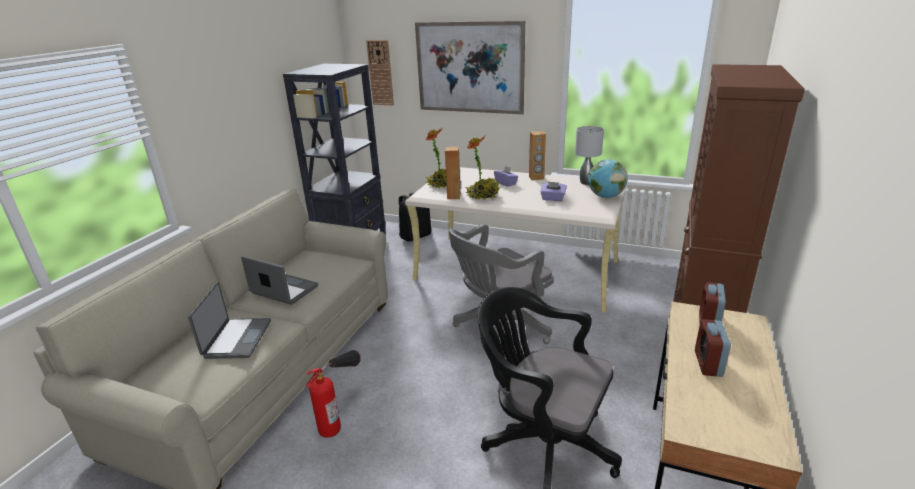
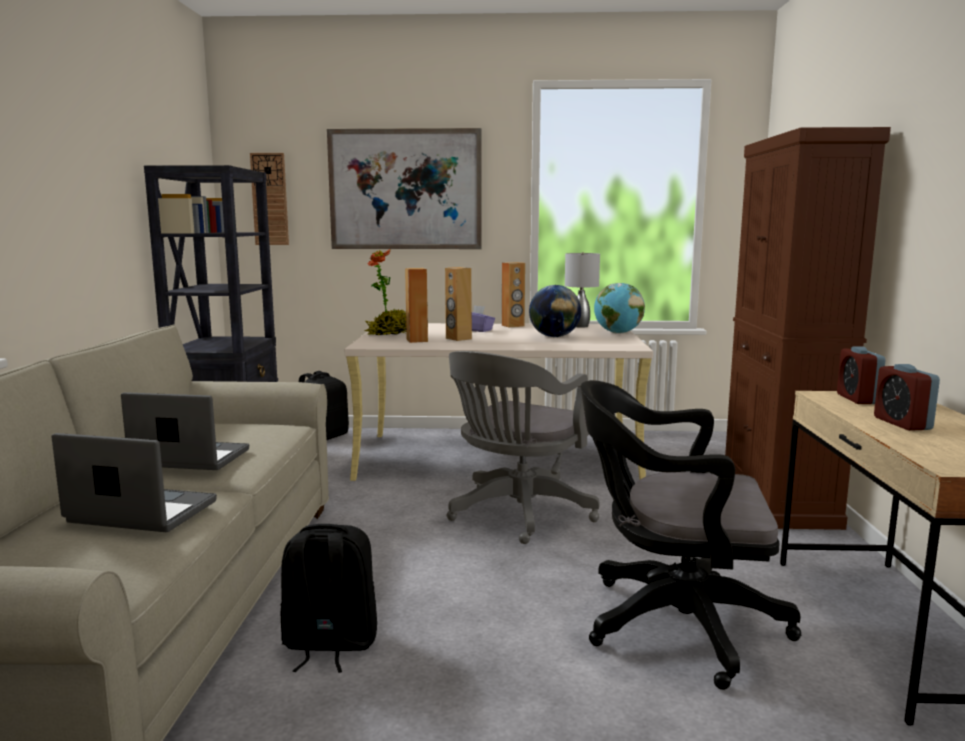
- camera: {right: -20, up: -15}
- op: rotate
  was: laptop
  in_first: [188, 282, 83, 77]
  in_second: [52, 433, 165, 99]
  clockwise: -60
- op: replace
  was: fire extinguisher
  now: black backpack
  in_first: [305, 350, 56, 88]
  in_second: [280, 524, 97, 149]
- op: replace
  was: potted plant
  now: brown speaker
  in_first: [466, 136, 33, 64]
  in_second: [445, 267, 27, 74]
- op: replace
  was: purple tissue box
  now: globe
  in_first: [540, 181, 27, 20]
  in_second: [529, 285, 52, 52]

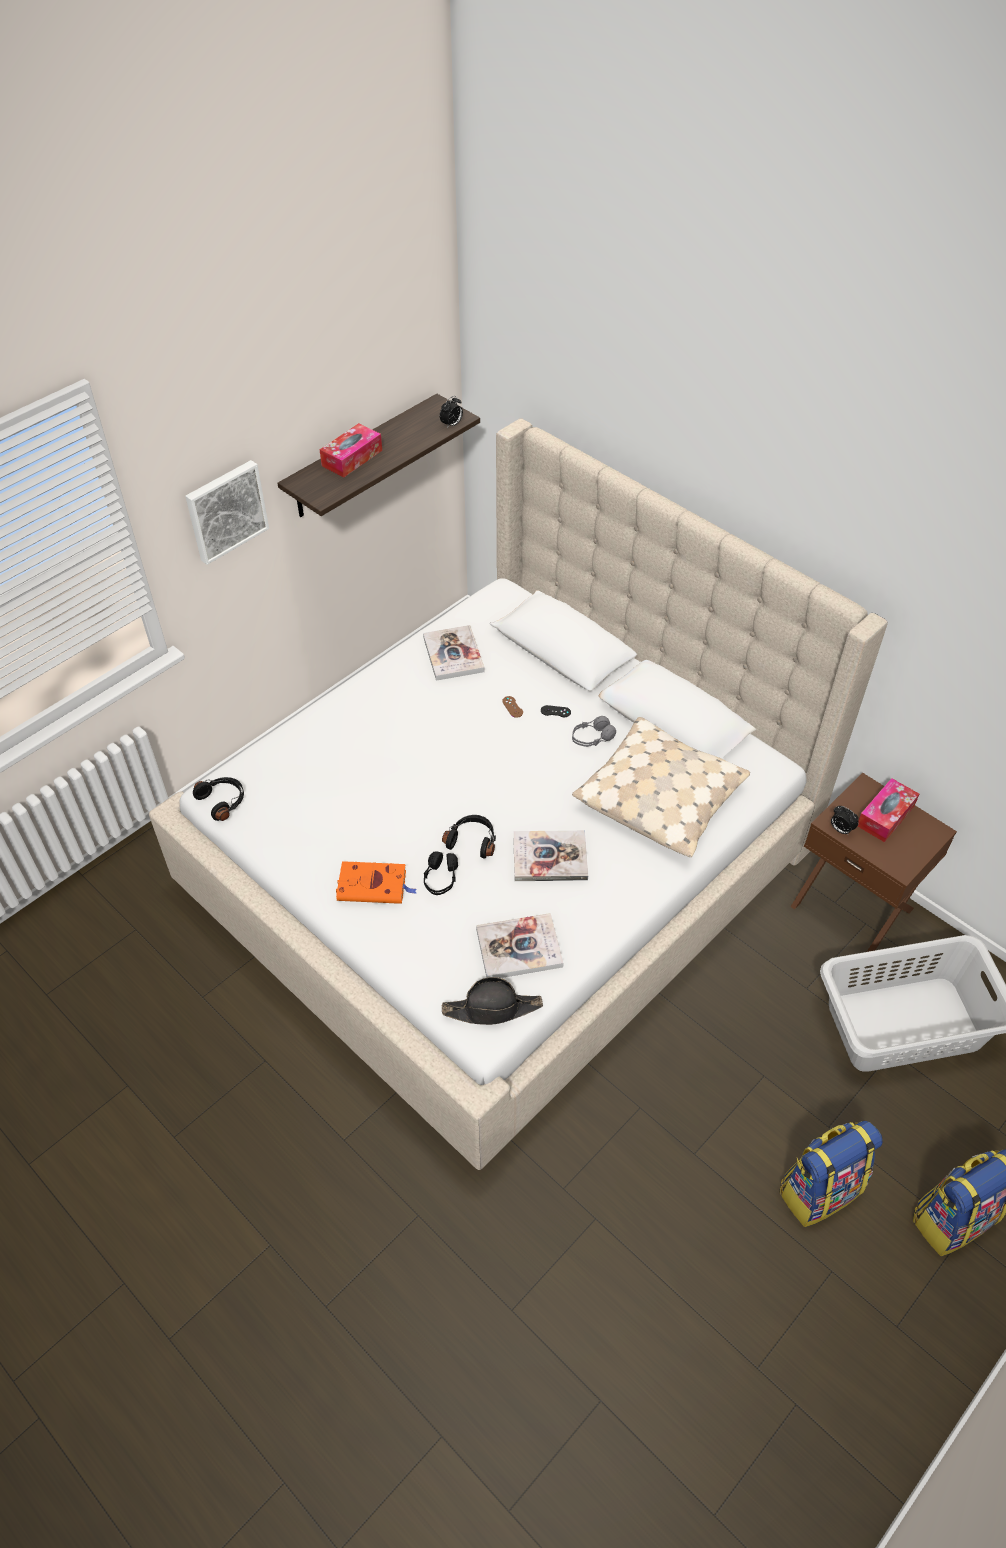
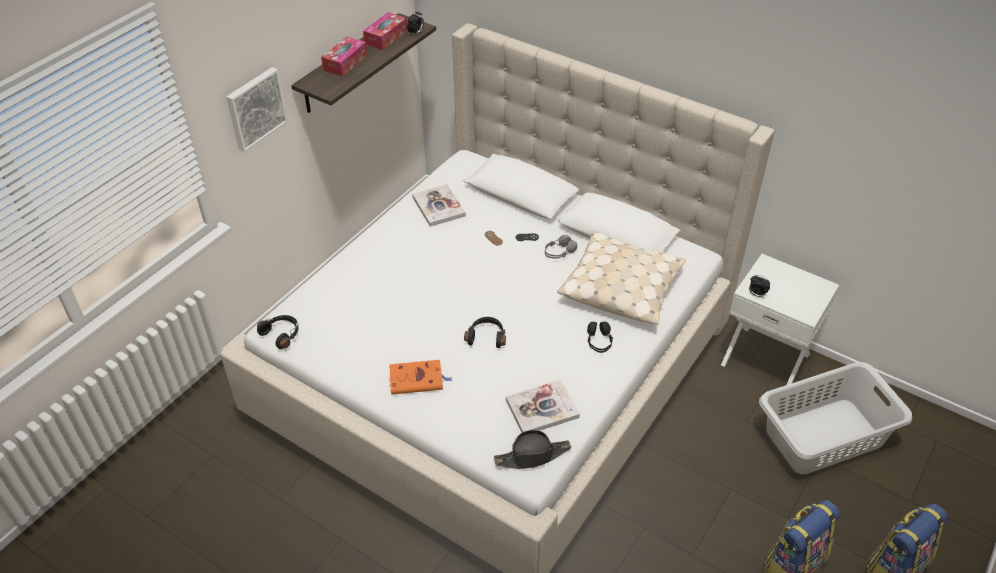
- camera: {right: -10, up: -5}
- op: move
  was: tissue box
  in_first: [858, 778, 61, 64]
  in_second: [363, 12, 45, 38]
- op: move
  was: black headphones
  in_first: [424, 851, 34, 44]
  in_second: [587, 322, 26, 31]
- op: recolor
  was: brown nightstand
  now: white nightstand
  in_first: [791, 773, 166, 179]
  in_second: [721, 254, 118, 131]
- op: delete
  was: book
  in_first: [513, 830, 75, 51]

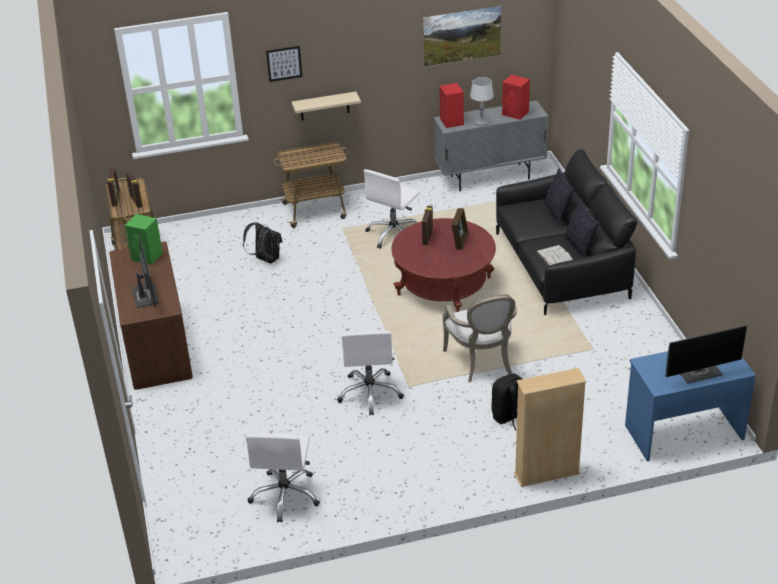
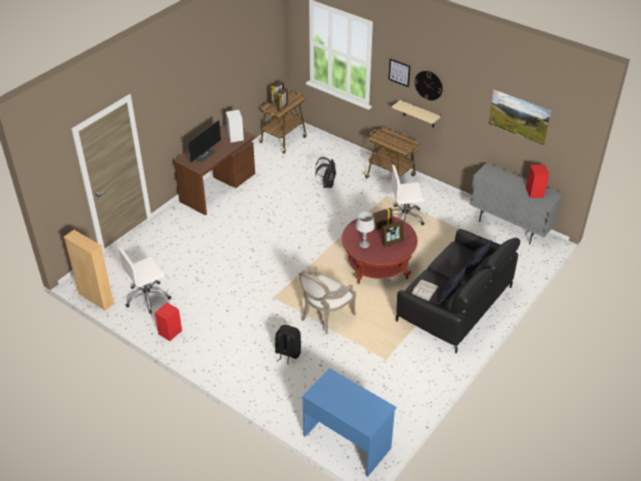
- camera: {right: 50, up: 5}
- op: move
  was: beige bookcase
  in_first: [514, 368, 73, 119]
  in_second: [64, 230, 51, 81]
- op: move
  was: red speaker
  in_first: [439, 83, 25, 45]
  in_second: [155, 303, 27, 38]
- op: recolor
  was: green speaker
  now: white speaker
  in_first: [125, 214, 38, 51]
  in_second: [226, 110, 18, 33]
- op: move
  was: grey table lamp
  in_first: [470, 77, 24, 49]
  in_second: [355, 211, 20, 37]
- op: insert
  now: wall clock
  in_second: [414, 71, 29, 29]
- op: delete
  was: white office chair
  in_first: [337, 331, 67, 85]
- op: delete
  was: monitor
  in_first: [665, 325, 82, 58]

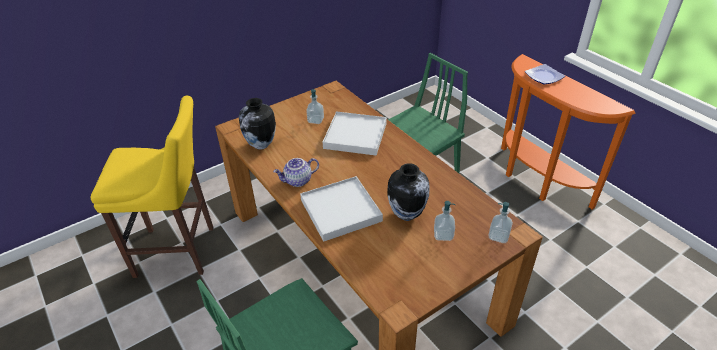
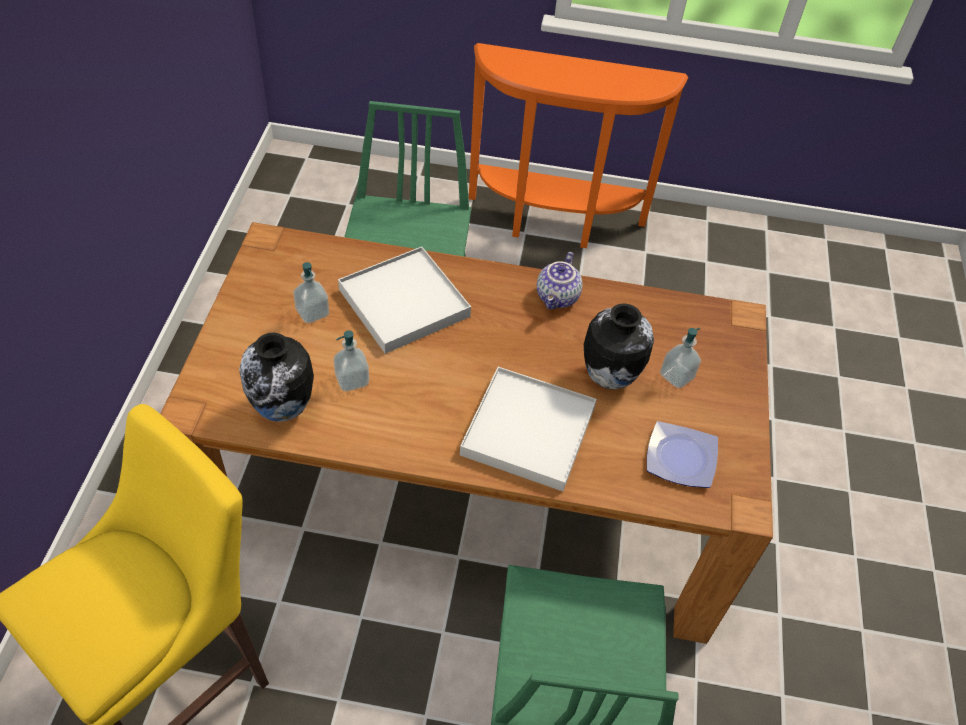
- camera: {right: -50, up: 10}
- op: move
  was: soap dispenser
  in_first: [488, 202, 25, 41]
  in_second: [333, 330, 36, 62]
- op: move
  was: teapot
  in_first: [273, 158, 46, 29]
  in_second: [537, 252, 46, 57]
- op: move
  was: plate
  in_first: [525, 64, 40, 20]
  in_second: [647, 421, 71, 67]

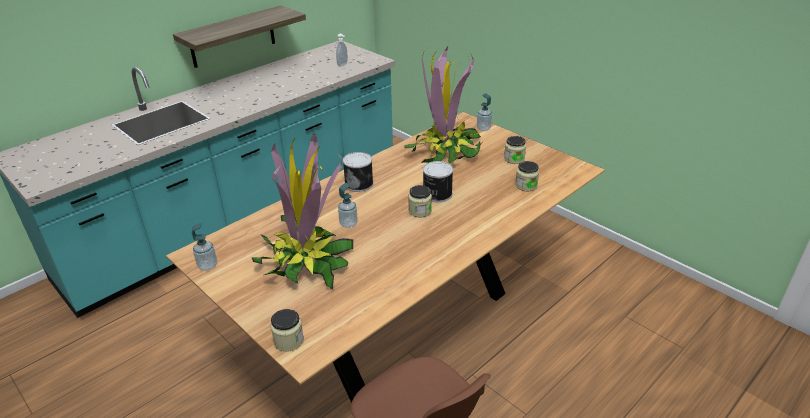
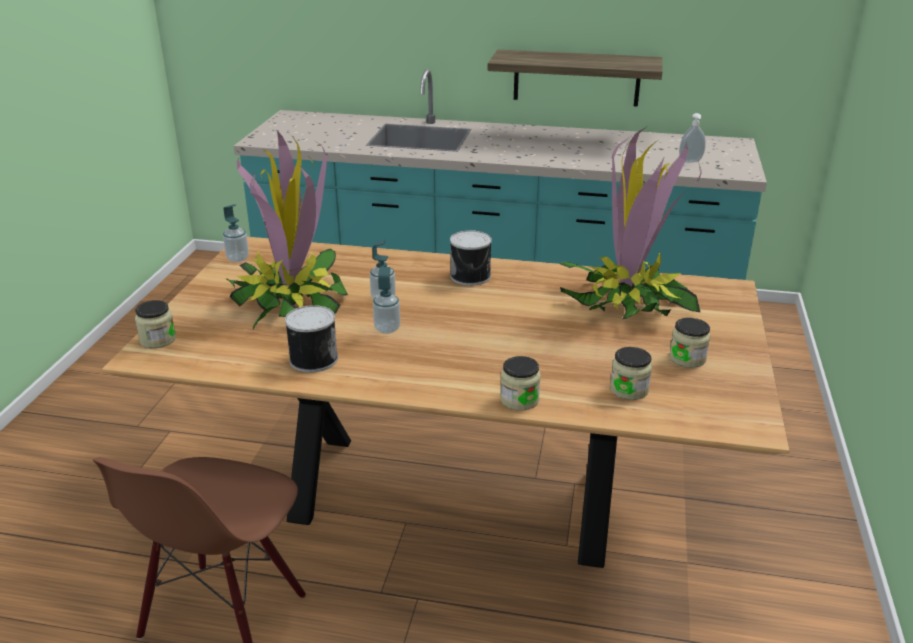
- camera: {right: 55, up: -5}
- op: move
  was: can
  in_first: [423, 161, 30, 41]
  in_second: [285, 305, 53, 68]
- op: move
  was: soap dispenser
  in_first: [477, 93, 15, 38]
  in_second: [373, 267, 27, 67]
- op: move
  was: jar
  in_first: [408, 185, 24, 32]
  in_second: [500, 356, 41, 55]

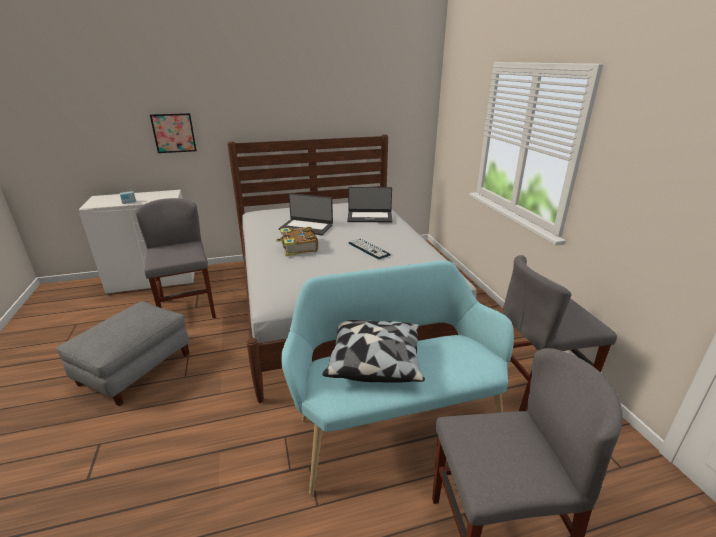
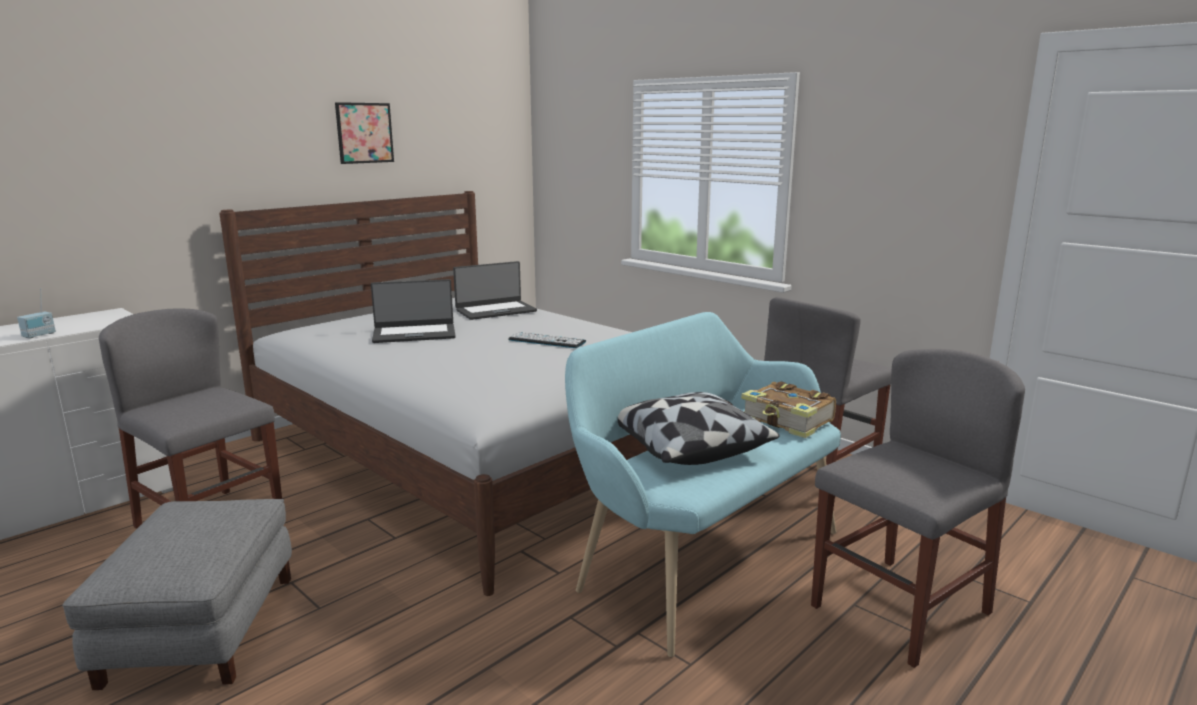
- camera: {right: -30, up: -10}
- op: move
  was: picture
  in_first: [150, 113, 47, 40]
  in_second: [335, 102, 59, 62]
- op: move
  was: book
  in_first: [275, 227, 43, 29]
  in_second: [741, 381, 95, 57]

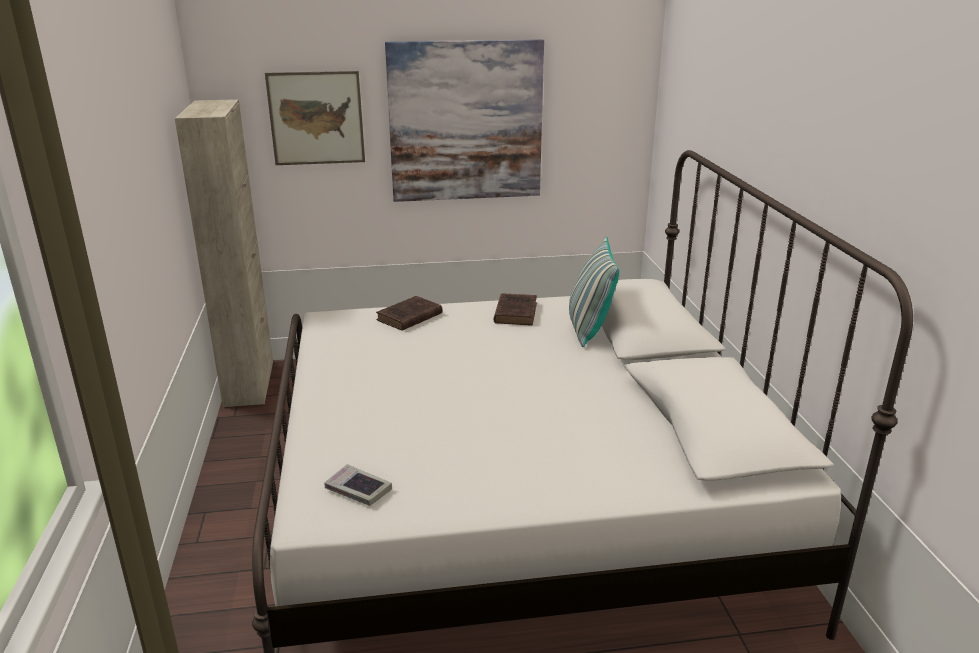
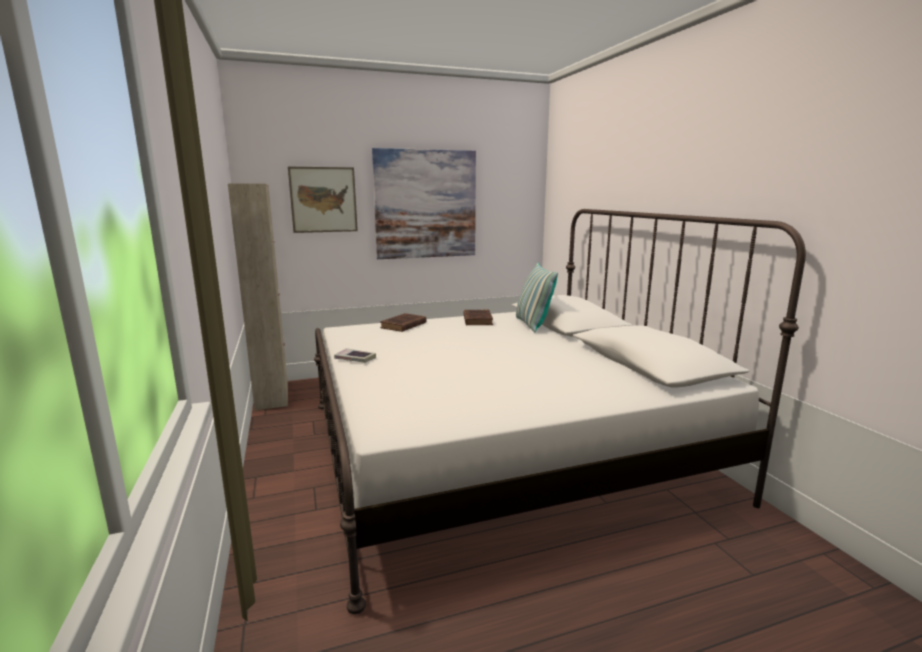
- camera: {right: -10, up: -10}
- op: move
  was: book
  in_first: [325, 464, 67, 42]
  in_second: [334, 348, 42, 15]

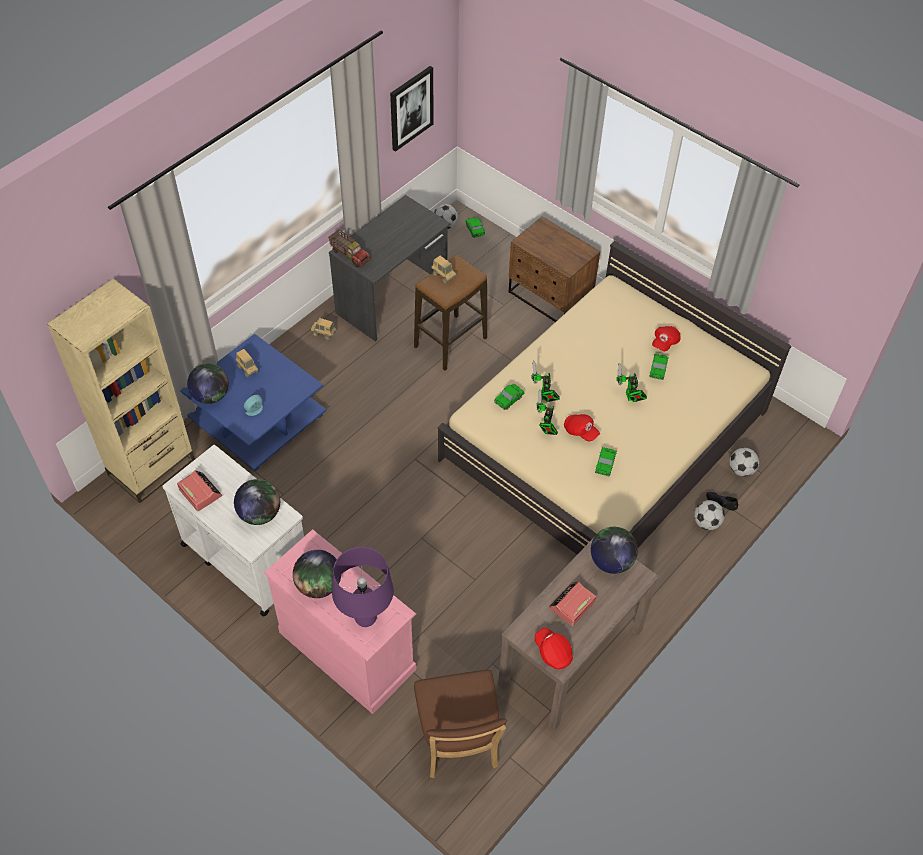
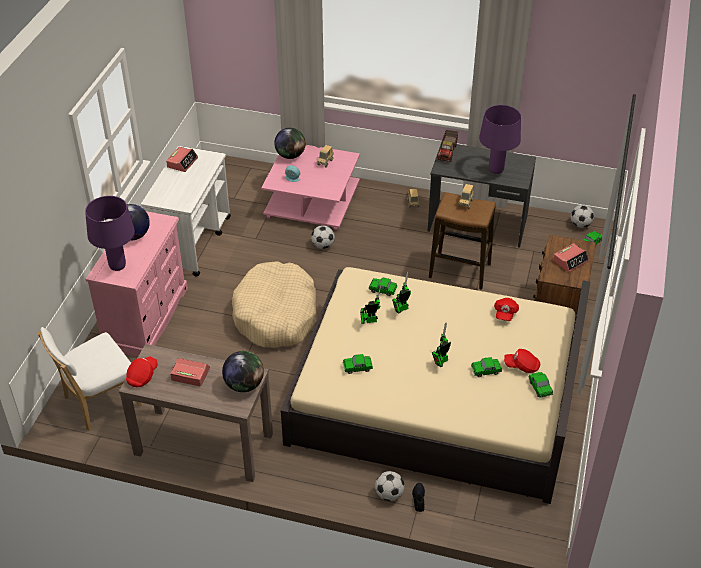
- camera: {right: 65, up: -10}
- op: recolor
  was: brown chair
  now: white chair
  in_first: [414, 670, 93, 108]
  in_second: [38, 327, 104, 104]
- op: insert
  now: beige dog bed
  in_second: [232, 261, 85, 87]
- op: recolor
  was: blue coffee table
  now: pink coffee table
  in_first: [180, 334, 146, 137]
  in_second: [261, 145, 99, 86]
- op: move
  was: football
  in_first: [730, 448, 29, 29]
  in_second: [311, 225, 24, 24]
- op: insert
  now: purple table lamp
  in_second: [479, 105, 42, 69]
- op: move
  was: red cap
  in_first: [564, 414, 36, 27]
  in_second: [494, 298, 25, 23]
- op: insert
  now: toy car
  in_second: [528, 372, 25, 26]
- op: insert
  now: alarm clock
  in_second: [553, 243, 36, 29]
- op: delete
  was: beige bookcase
  in_first: [47, 278, 148, 225]
- op: delete
  was: globe
  in_first: [234, 479, 46, 46]
- op: delete
  was: picture
  in_first: [390, 66, 44, 86]

